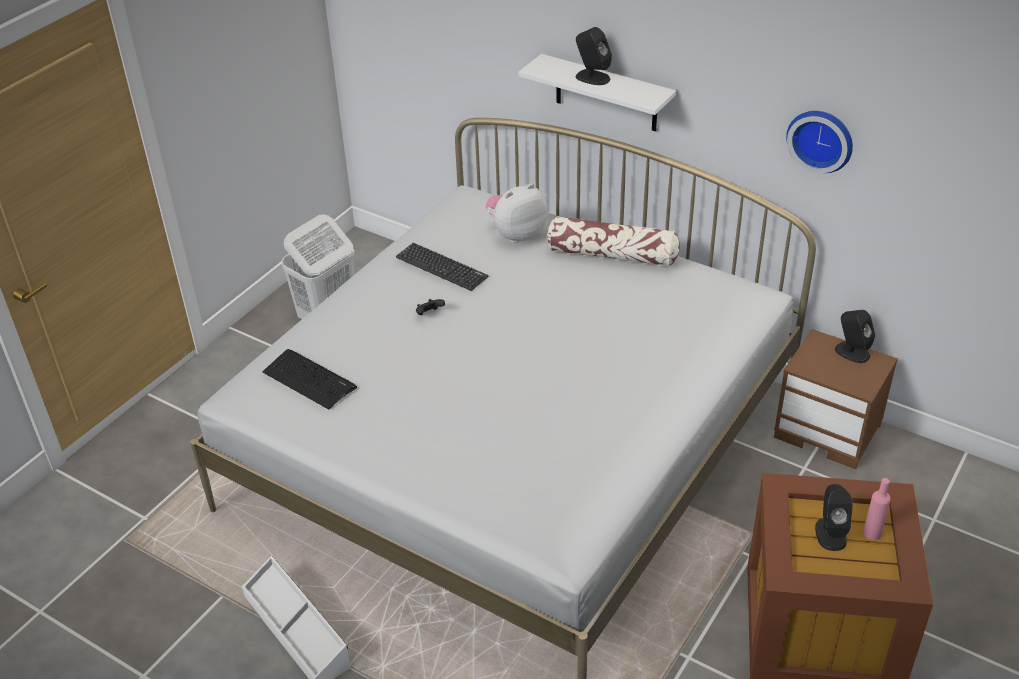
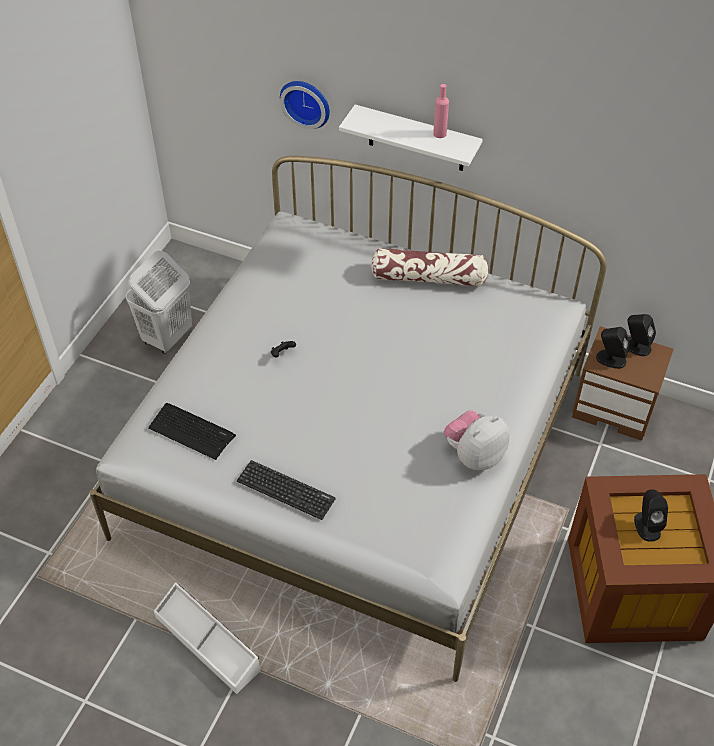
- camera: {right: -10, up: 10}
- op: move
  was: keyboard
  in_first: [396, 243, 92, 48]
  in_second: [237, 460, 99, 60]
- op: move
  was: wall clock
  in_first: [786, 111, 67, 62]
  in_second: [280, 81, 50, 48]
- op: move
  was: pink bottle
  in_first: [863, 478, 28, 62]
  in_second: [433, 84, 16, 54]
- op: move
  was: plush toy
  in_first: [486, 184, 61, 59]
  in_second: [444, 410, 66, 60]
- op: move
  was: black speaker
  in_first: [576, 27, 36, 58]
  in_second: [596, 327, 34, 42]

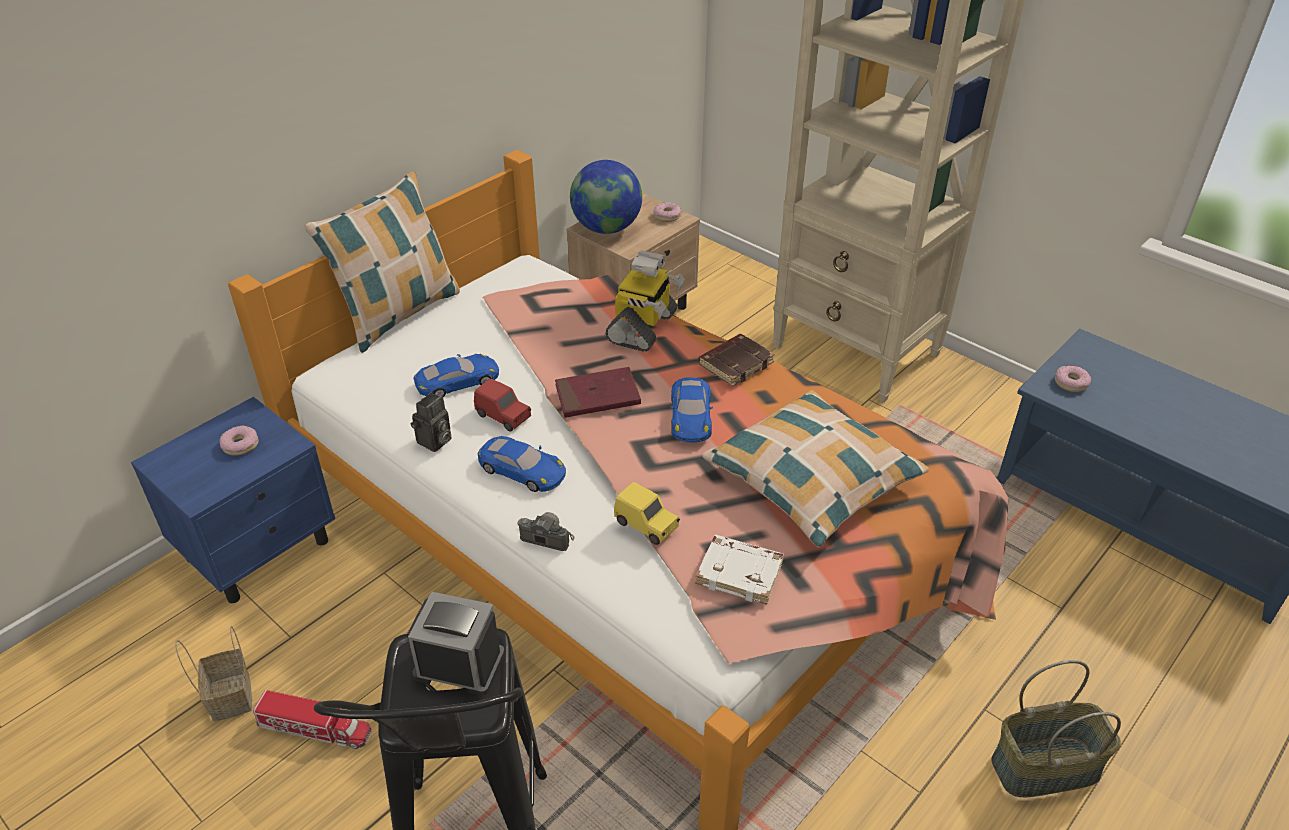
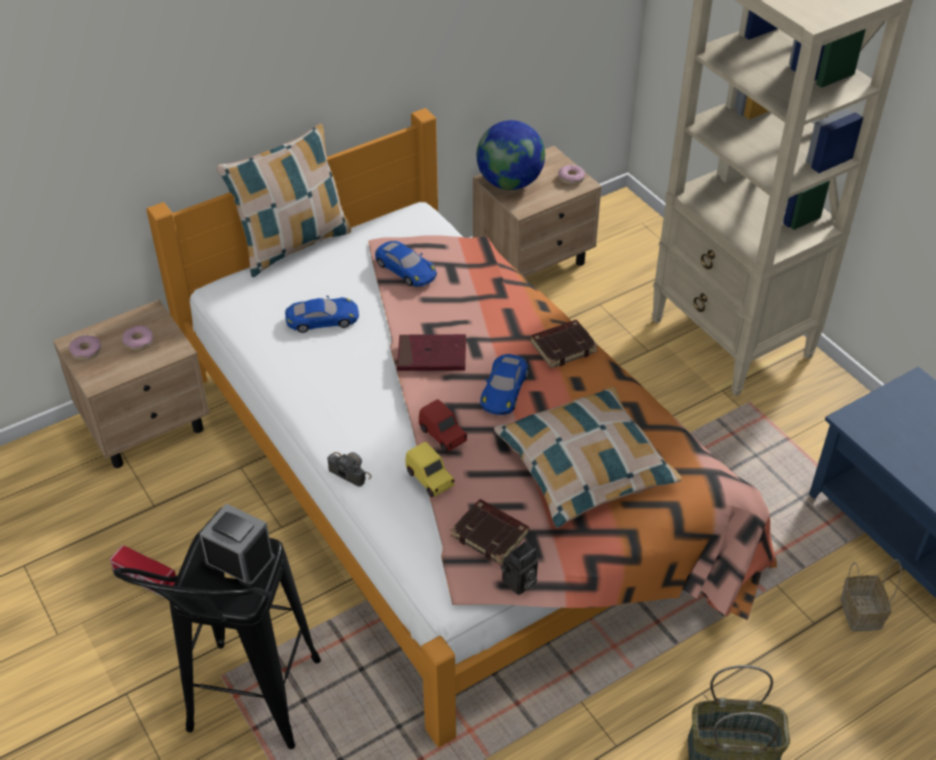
- camera: {right: 15, up: 5}
- op: recolor
  was: blue nightstand
  now: beige nightstand
  in_first: [131, 397, 204, 206]
  in_second: [53, 300, 157, 168]
- op: move
  was: donut
  in_first: [1055, 366, 36, 26]
  in_second: [69, 335, 32, 26]
- op: move
  was: blue toy car
  in_first: [478, 436, 88, 56]
  in_second: [375, 241, 62, 46]
- op: move
  was: red toy car
  in_first: [474, 379, 57, 53]
  in_second: [419, 399, 49, 53]
- op: recolor
  was: white book
  now: brown book
  in_first: [695, 535, 89, 70]
  in_second: [451, 499, 78, 66]
- op: move
  was: photo camera
  in_first: [411, 392, 40, 60]
  in_second: [501, 541, 37, 54]
- op: move
  was: basket
  in_first: [175, 626, 77, 95]
  in_second: [841, 559, 60, 72]
- op: delete
  was: toy robot
  in_first: [605, 251, 80, 101]

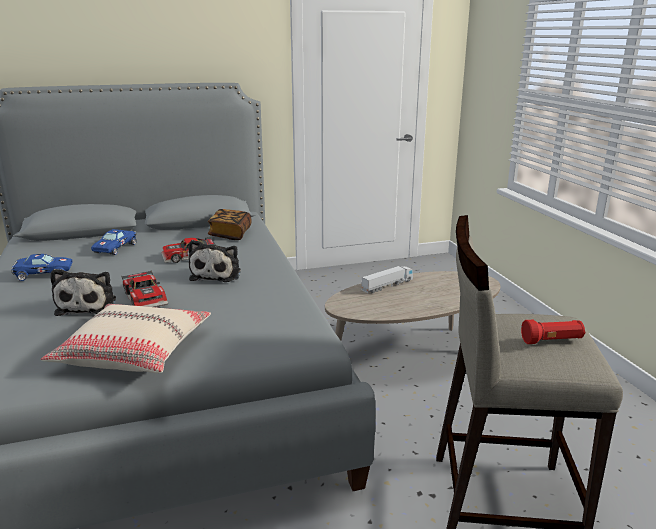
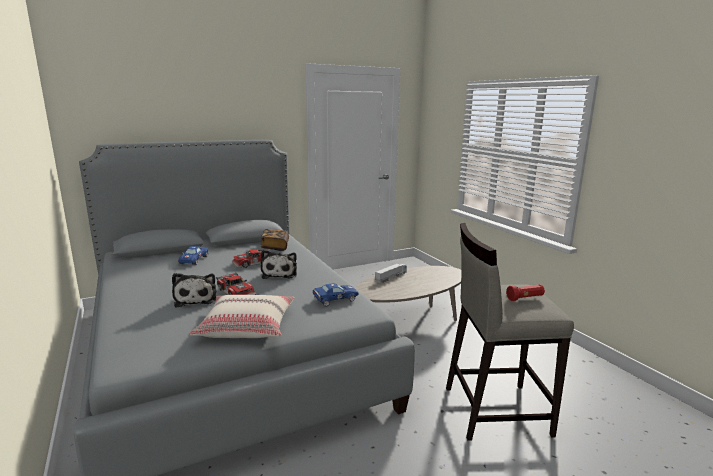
- camera: {right: -10, up: -5}
- op: move
  was: blue toy car
  in_first: [11, 254, 62, 27]
  in_second: [313, 283, 45, 24]

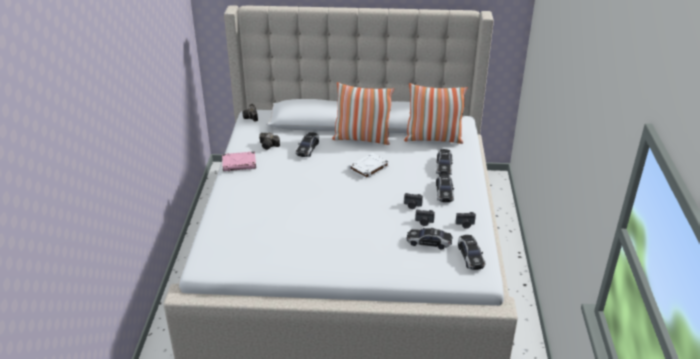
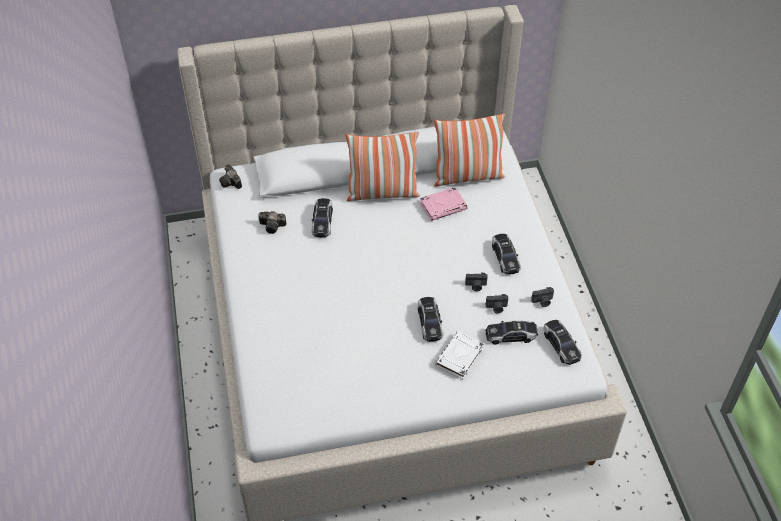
- camera: {right: -15, up: 15}
- op: move
  was: toy car
  in_first: [436, 149, 17, 26]
  in_second: [418, 297, 25, 45]
- op: move
  was: pink book
  in_first: [222, 151, 34, 20]
  in_second: [420, 187, 47, 34]
- op: move
  was: white book
  in_first: [349, 153, 40, 26]
  in_second: [435, 331, 49, 48]

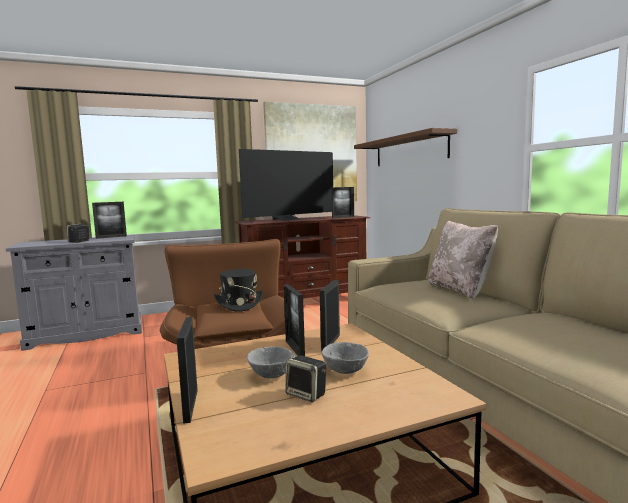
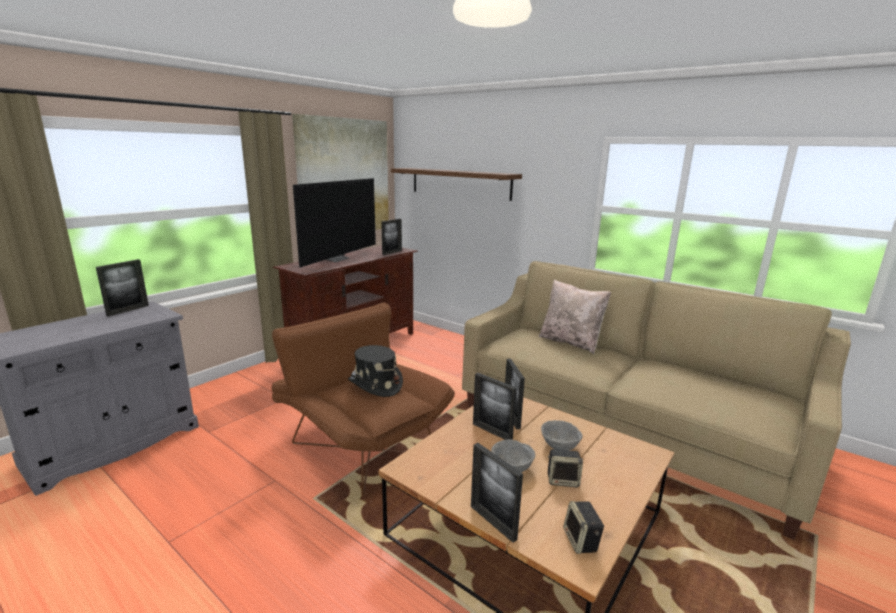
- camera: {right: -30, up: 10}
- op: move
  was: speaker
  in_first: [67, 224, 22, 19]
  in_second: [563, 501, 41, 53]

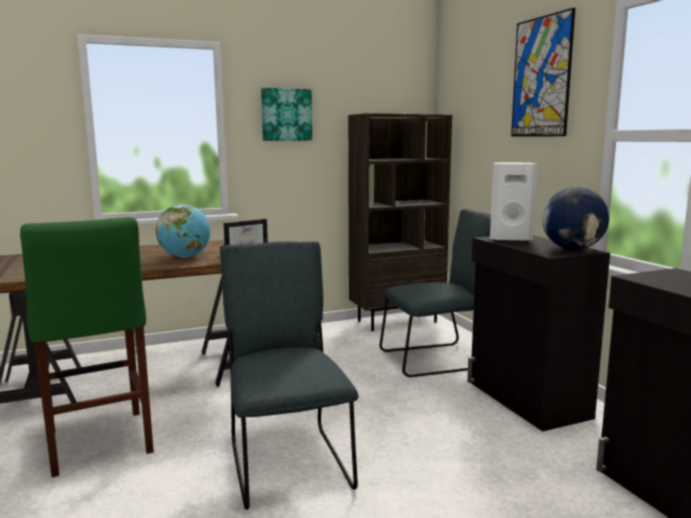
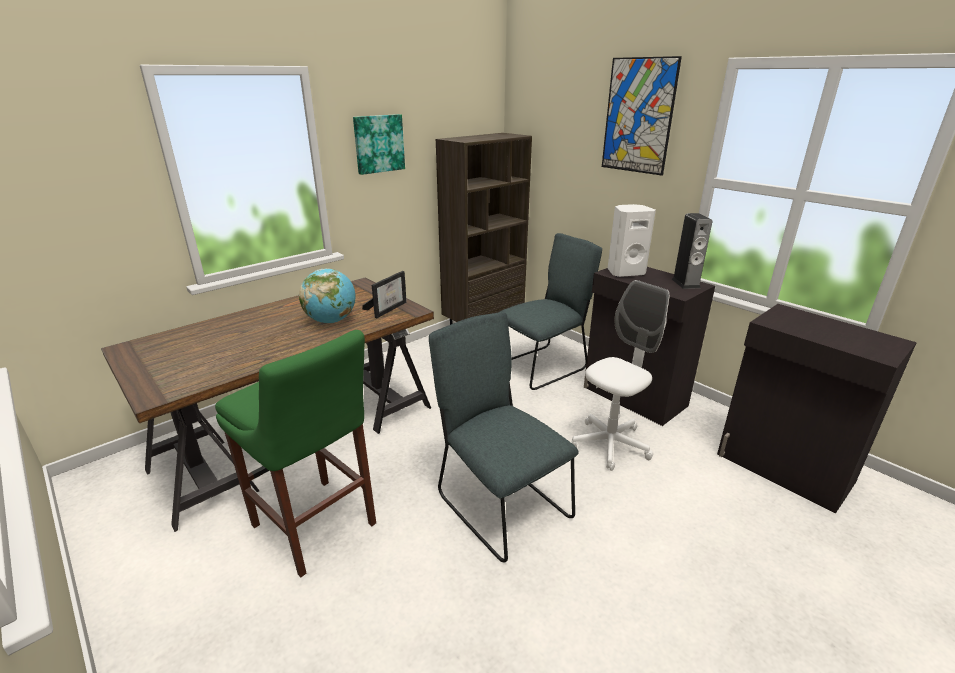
- camera: {right: -20, up: 15}
- op: insert
  now: white office chair
  in_second: [571, 280, 98, 191]
- op: replace
  was: globe
  now: speaker
  in_first: [542, 187, 67, 63]
  in_second: [672, 213, 40, 76]

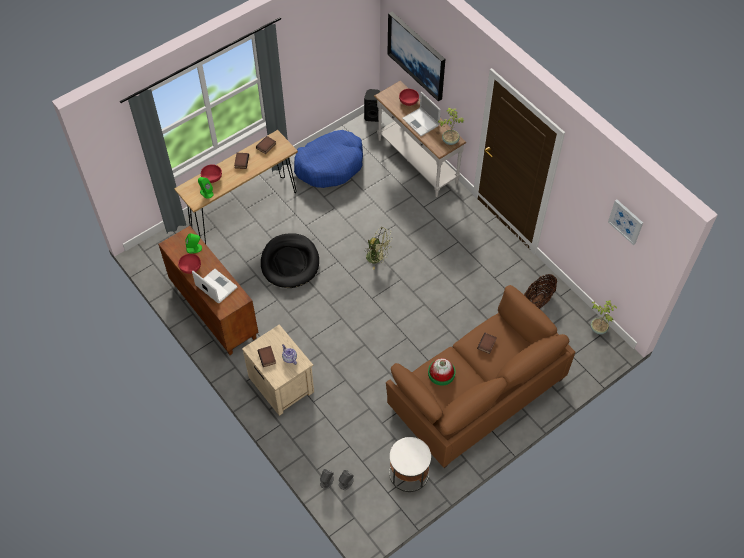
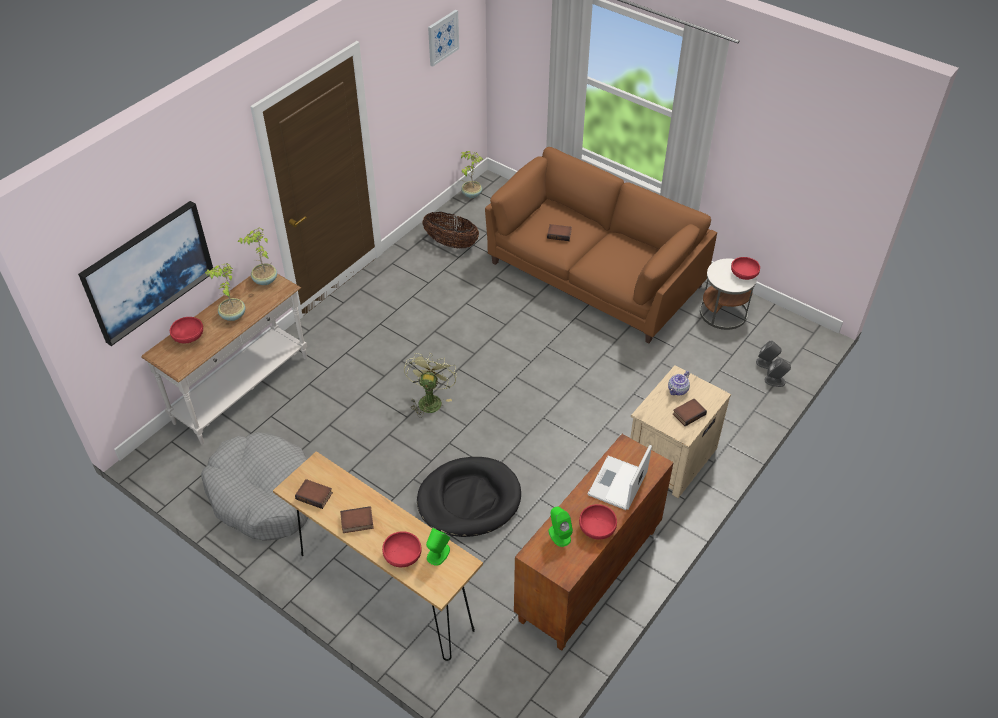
- camera: {right: -105, up: -10}
- op: recolor
  was: blue dog bed
  now: grey dog bed
  in_first: [294, 130, 69, 58]
  in_second: [201, 432, 107, 109]
- op: replace
  was: laptop
  now: potted plant
  in_first: [402, 92, 39, 44]
  in_second: [205, 263, 40, 58]
- op: insert
  now: red bowl
  in_second: [731, 257, 29, 23]
- op: delete
  was: black speaker
  in_first: [364, 89, 18, 33]
- op: delete
  was: hat
  in_first: [428, 358, 27, 28]

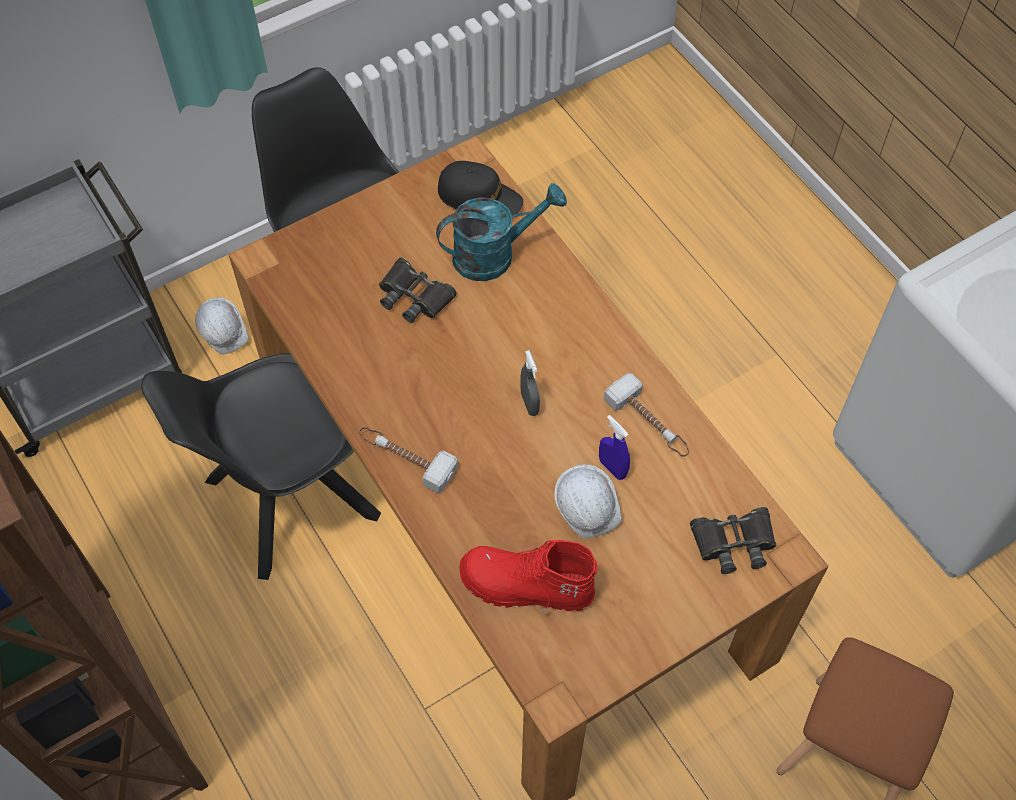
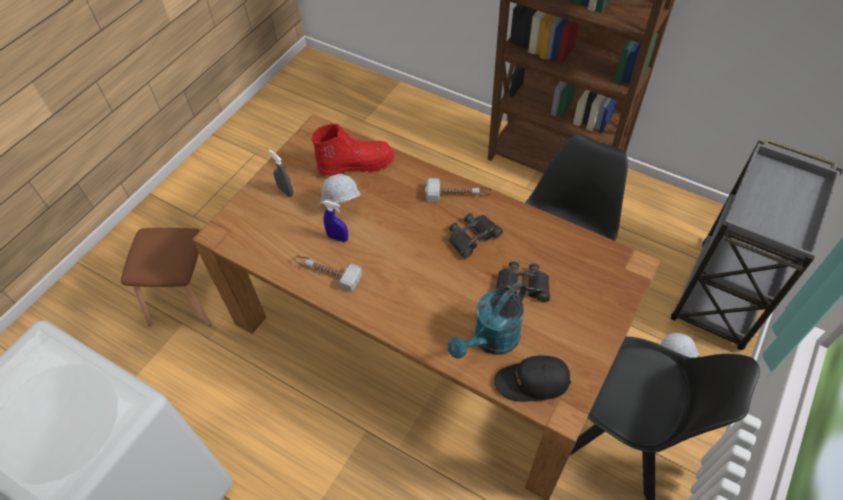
- camera: {right: 155, up: -5}
- op: move
  was: grey spray bottle
  in_first: [520, 350, 20, 66]
  in_second: [269, 150, 25, 47]
- op: move
  was: black binoculars
  in_first: [690, 507, 86, 67]
  in_second: [449, 213, 54, 46]

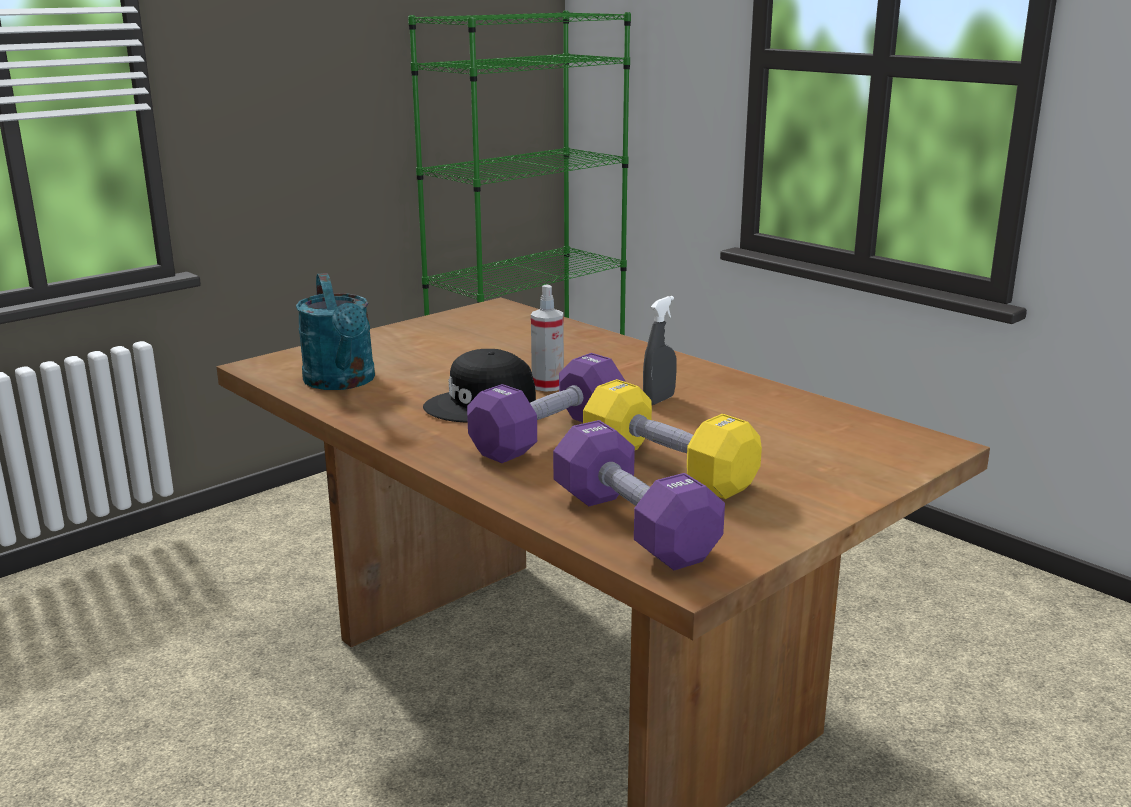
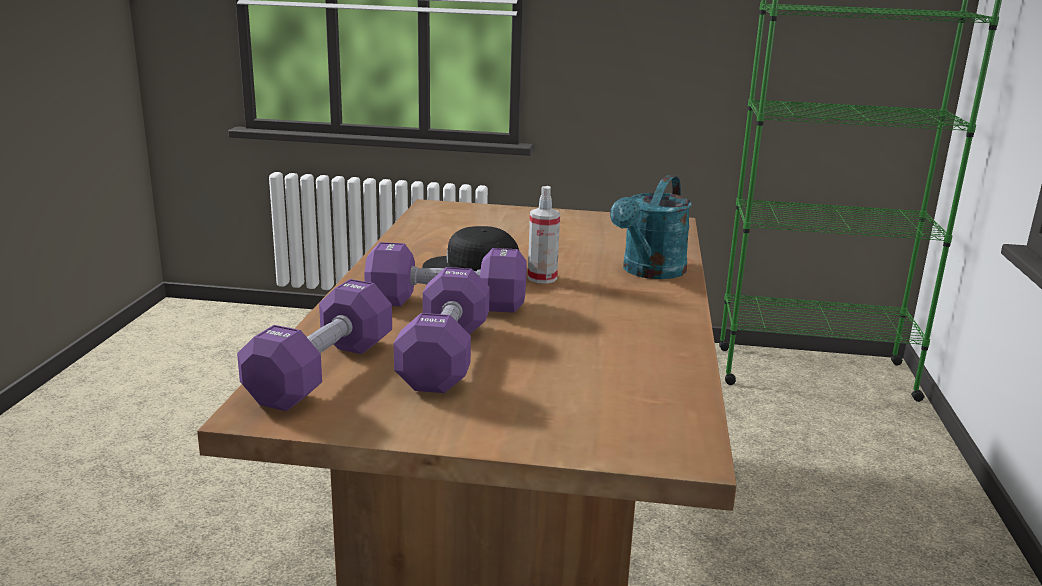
- camera: {right: 50, up: 0}
- op: recolor
  was: yellow dumbbell
  now: purple dumbbell
  in_first: [583, 379, 179, 120]
  in_second: [394, 267, 96, 126]
- op: move
  was: turquoise watering can
  in_first: [296, 273, 79, 117]
  in_second: [610, 175, 82, 104]
- op: delete
  was: grey spray bottle
  in_first: [643, 296, 34, 109]

